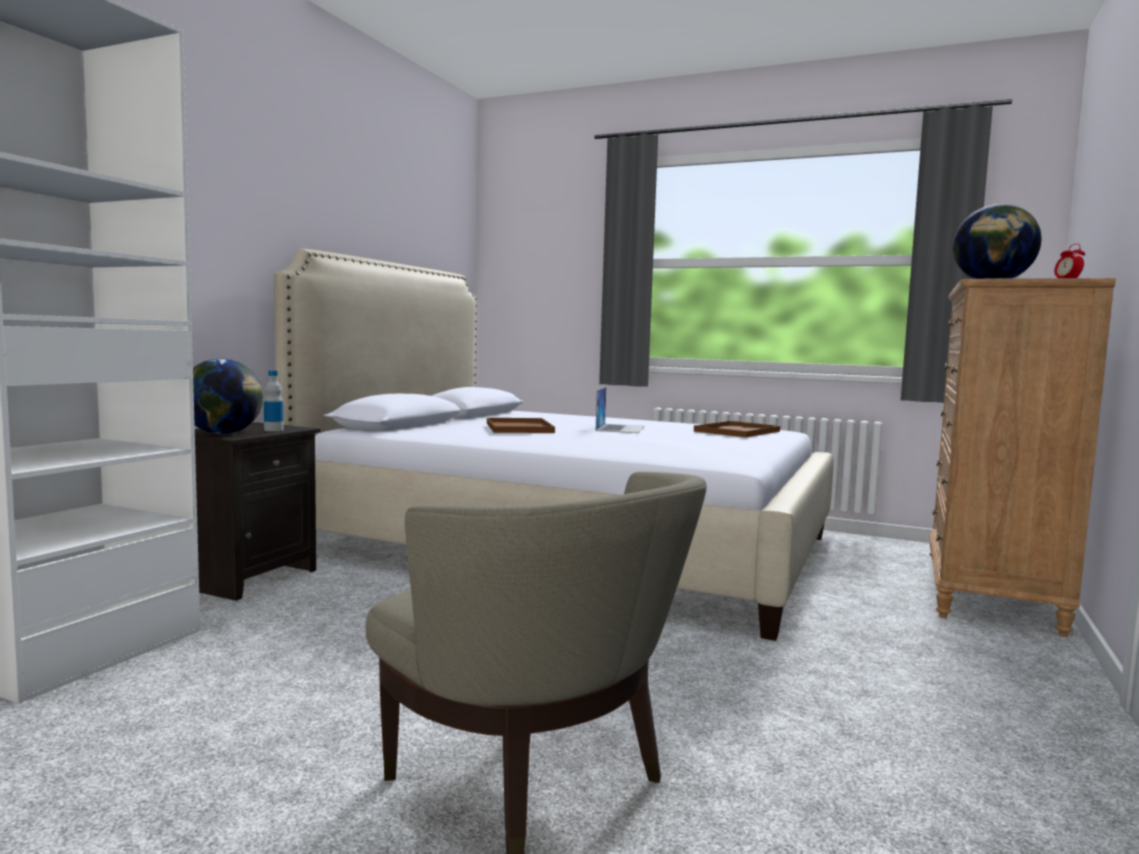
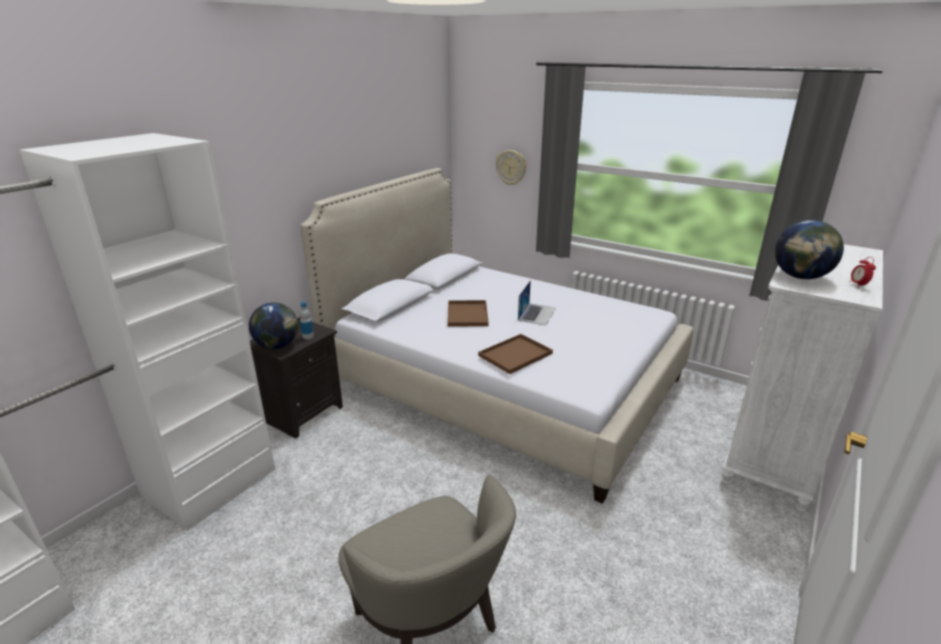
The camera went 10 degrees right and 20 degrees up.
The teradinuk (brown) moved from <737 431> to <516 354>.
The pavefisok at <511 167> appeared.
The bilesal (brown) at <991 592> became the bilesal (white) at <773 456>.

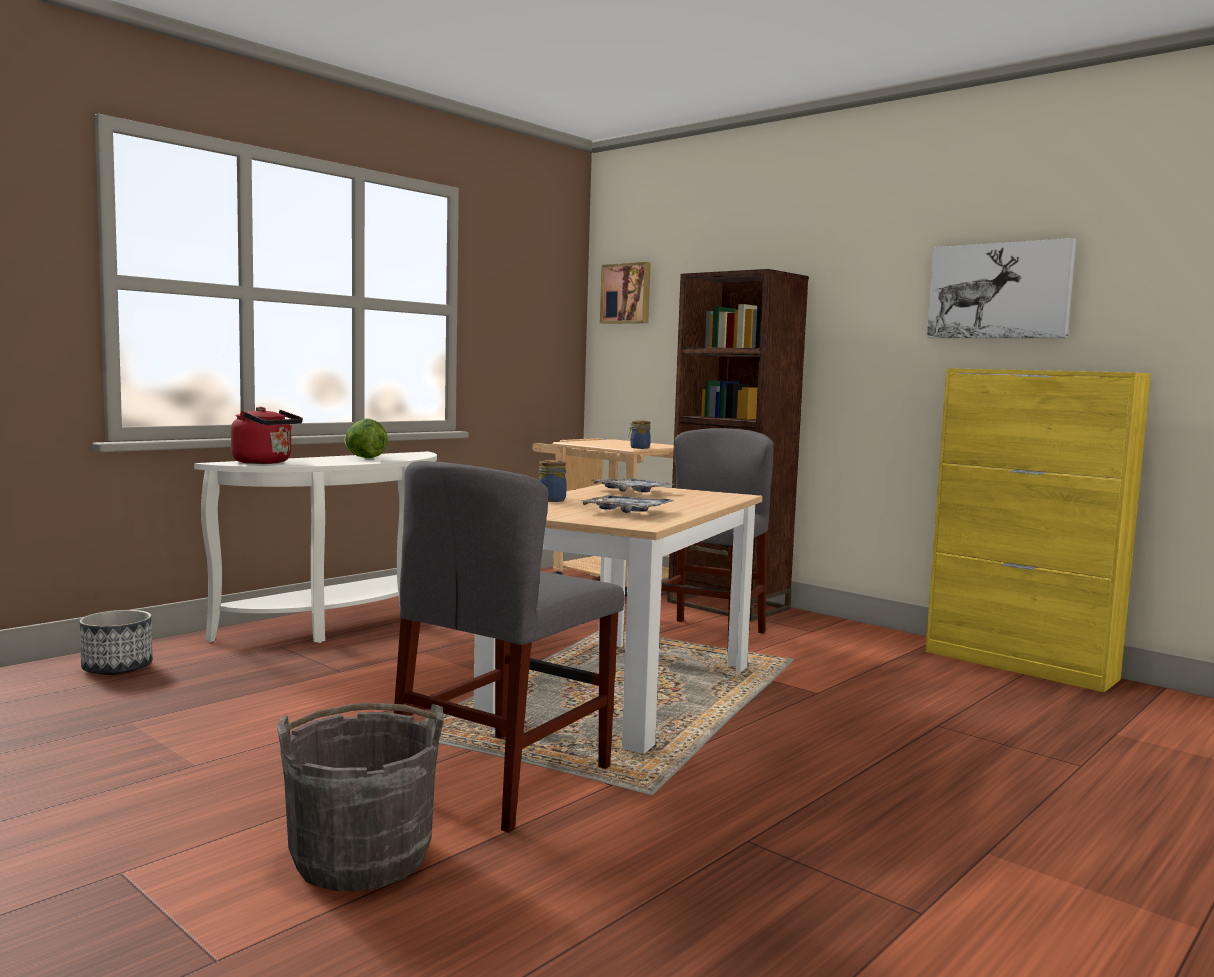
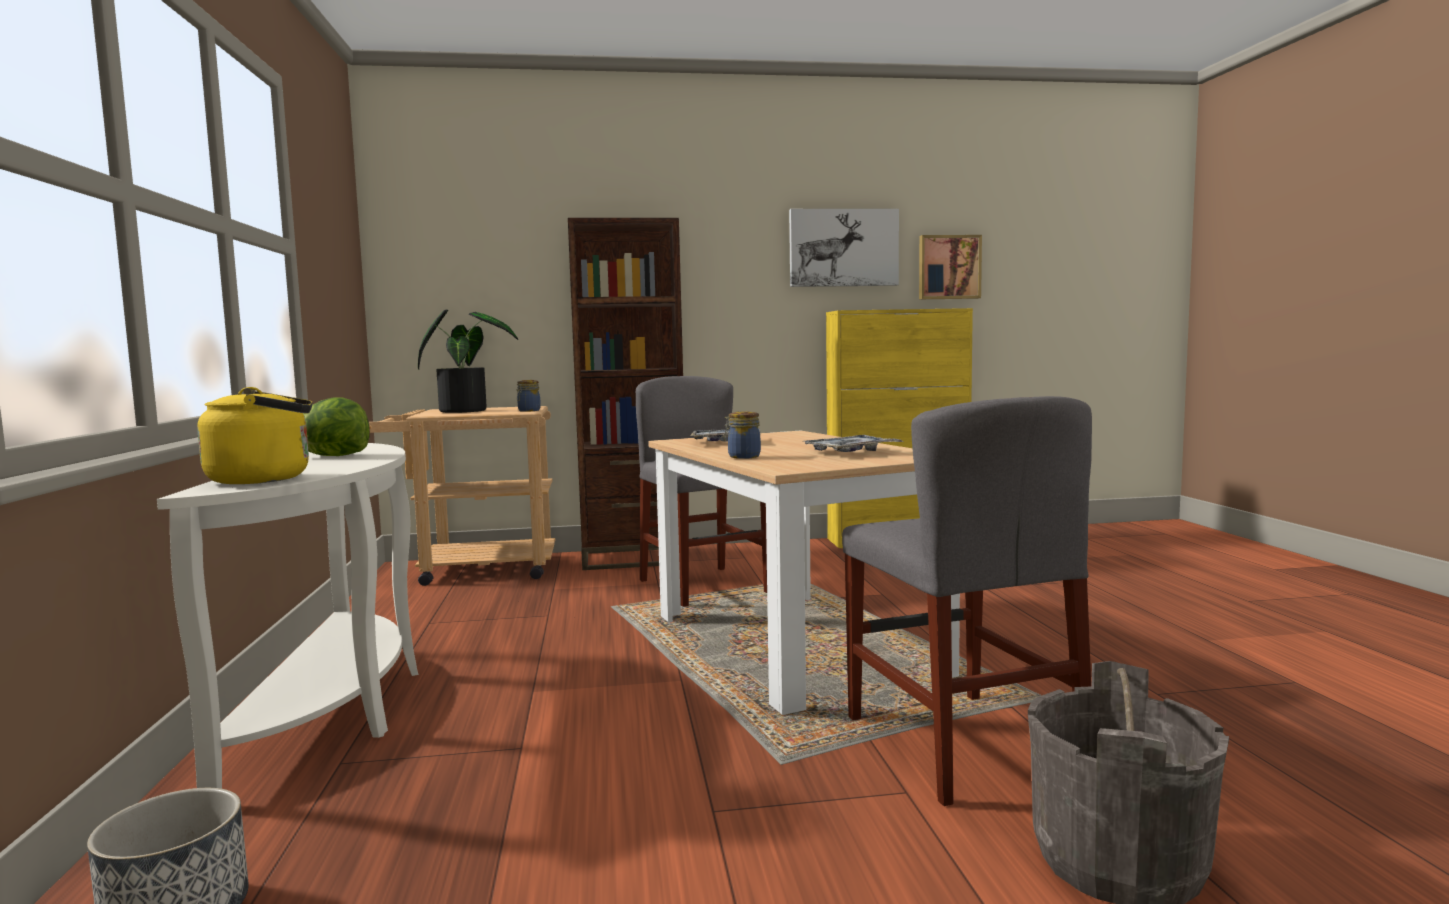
The camera went 50 degrees left and 0 degrees up.
The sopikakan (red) at <265 462> became the sopikakan (yellow) at <266 479>.
The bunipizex at <467 410> appeared.
The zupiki moved from <627 293> to <948 267>.

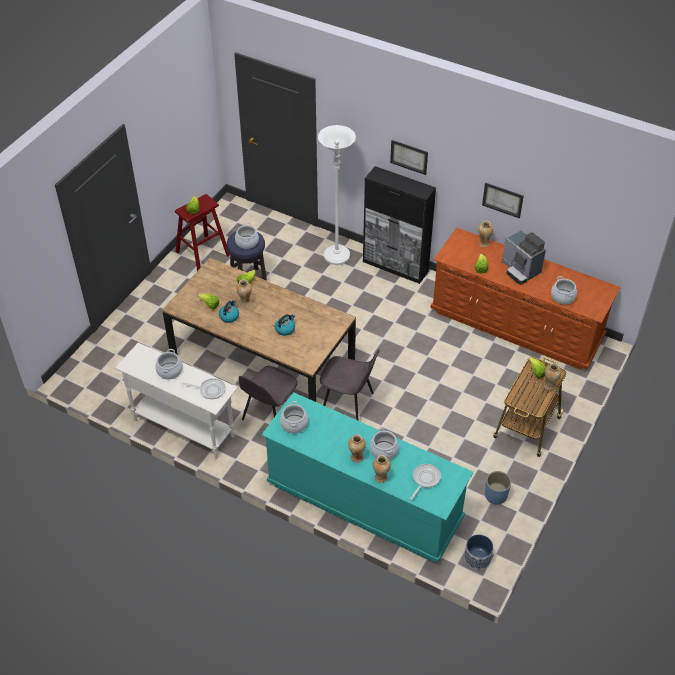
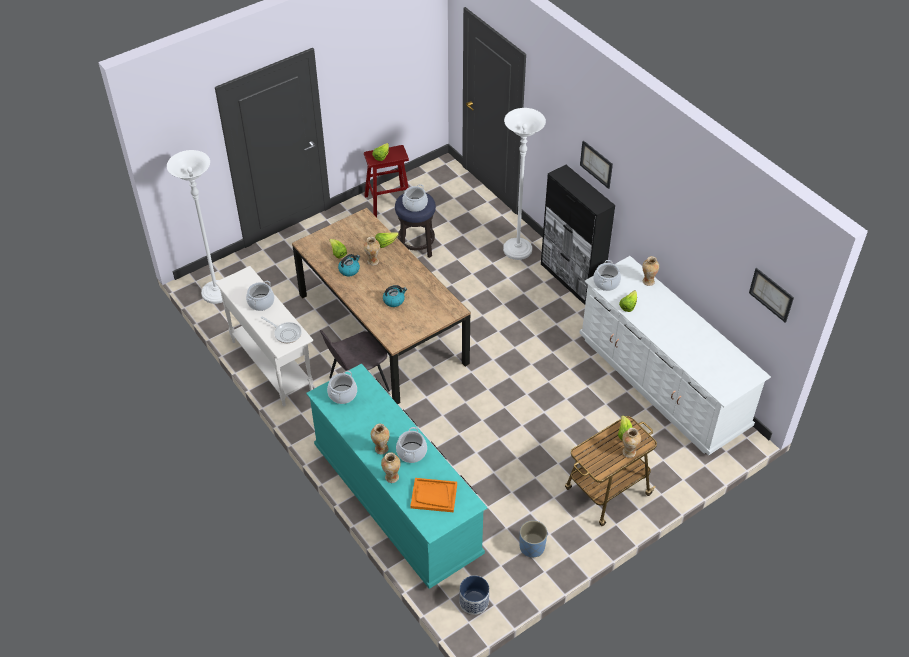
The camera went 25 degrees right and 0 degrees up.
The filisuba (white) at <217 293> appeared.
The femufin at <425 479> was replaced by the teradinuk (orange) at <433 496>.
The bilesal (brown) at <516 325> became the bilesal (white) at <662 382>.
The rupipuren moved from <562 297> to <606 283>.
The zupiki moved from <502 200> to <771 294>.
The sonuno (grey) at <349 404> disappeared.
The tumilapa at <520 270> disappeared.

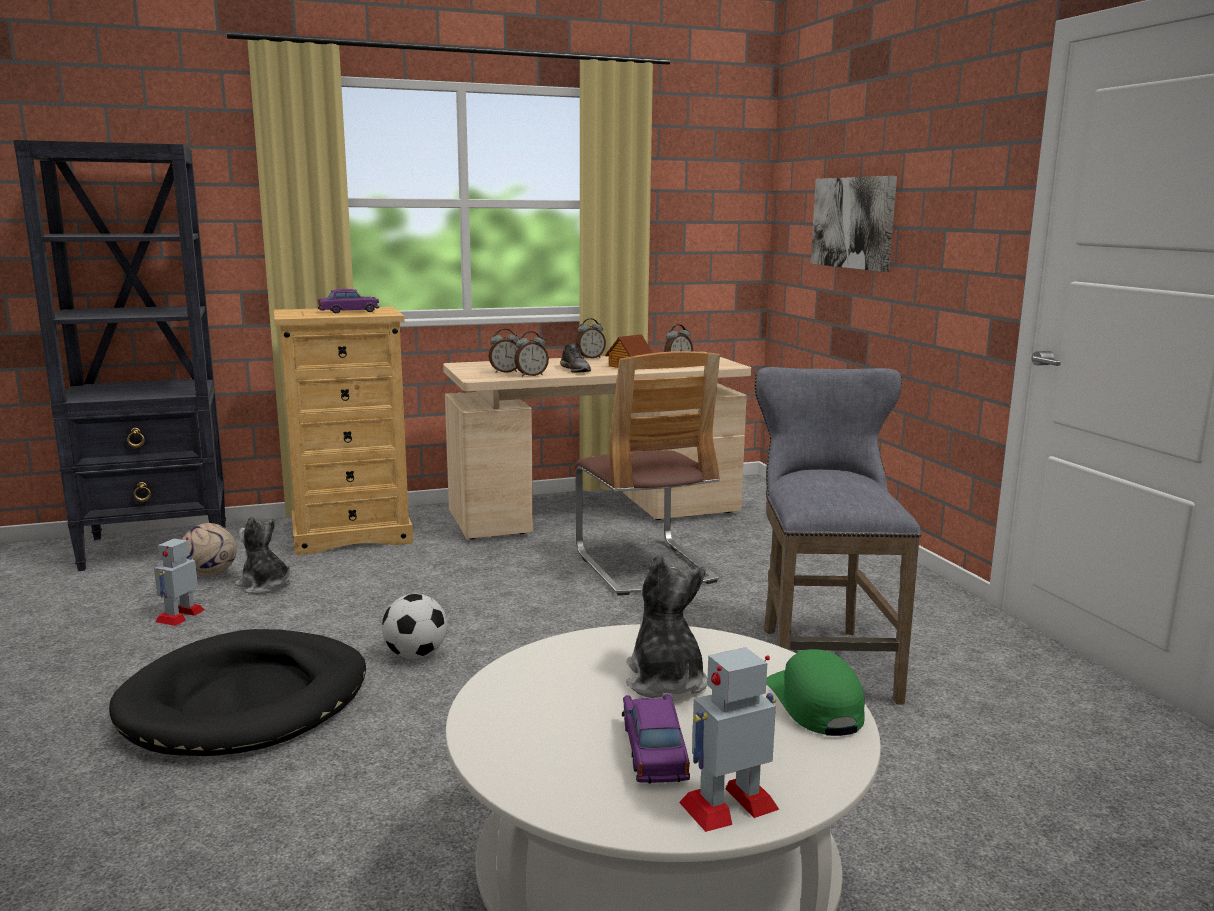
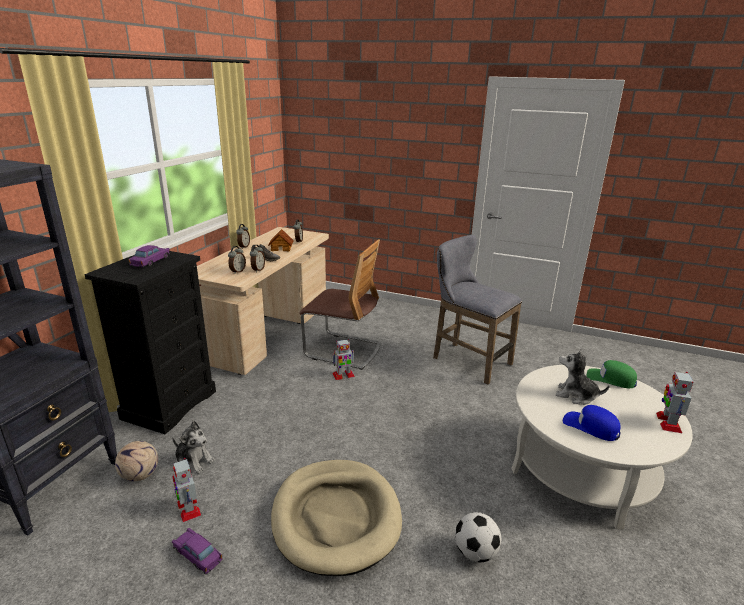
The camera went 50 degrees left and 10 degrees up.
The bilesal (beige) at <352 535> became the bilesal (black) at <169 404>.
The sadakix at <265 586> turned 135 degrees counterclockwise.
The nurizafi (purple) moved from <654 751> to <197 555>.
The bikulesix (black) at <246 701> became the bikulesix (beige) at <336 517>.
The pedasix at <343 375> appeared.
The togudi moved from <415 655> to <475 552>.
The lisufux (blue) at <590 427> appeared.
The zupiki at <853 223> disappeared.

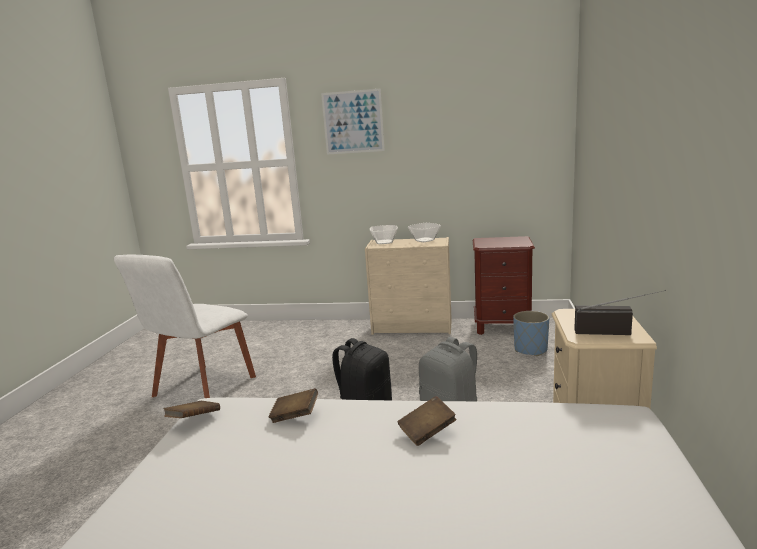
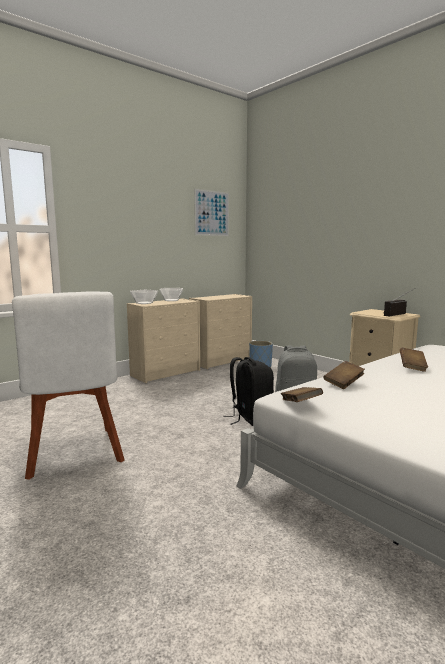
The camera went 50 degrees left and 5 degrees down.
The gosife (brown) at <503 326> was replaced by the bilesal (beige) at <221 361>.
The zupiki moved from <353 122> to <212 213>.

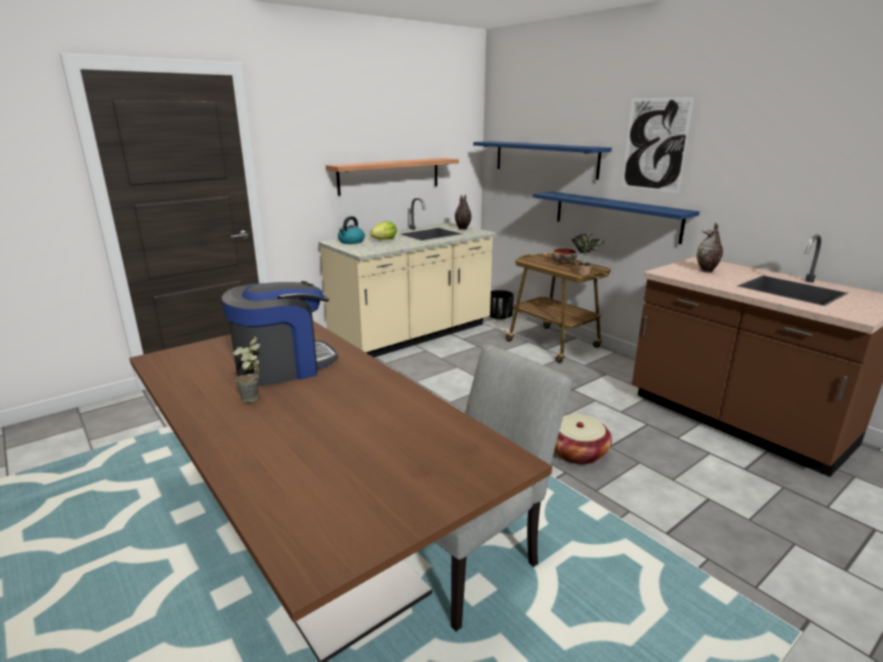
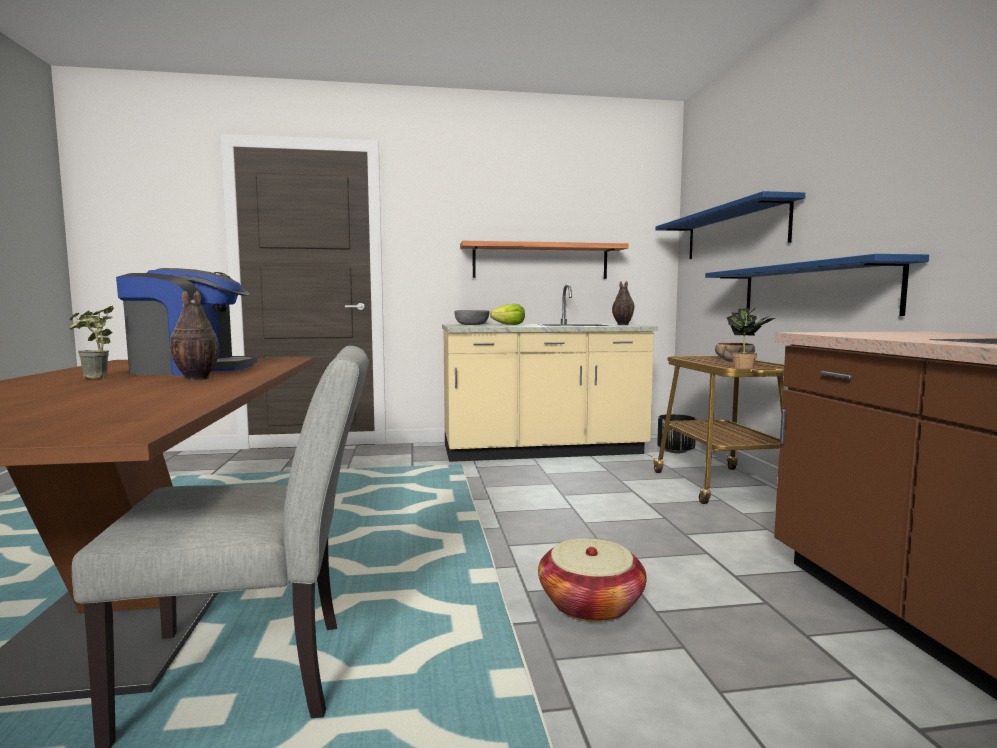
The camera went 30 degrees right and 15 degrees down.
The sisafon moved from <707 271> to <195 379>.
The sopikakan at <351 242> was replaced by the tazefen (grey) at <472 324>.
The zupiki at <655 144> disappeared.

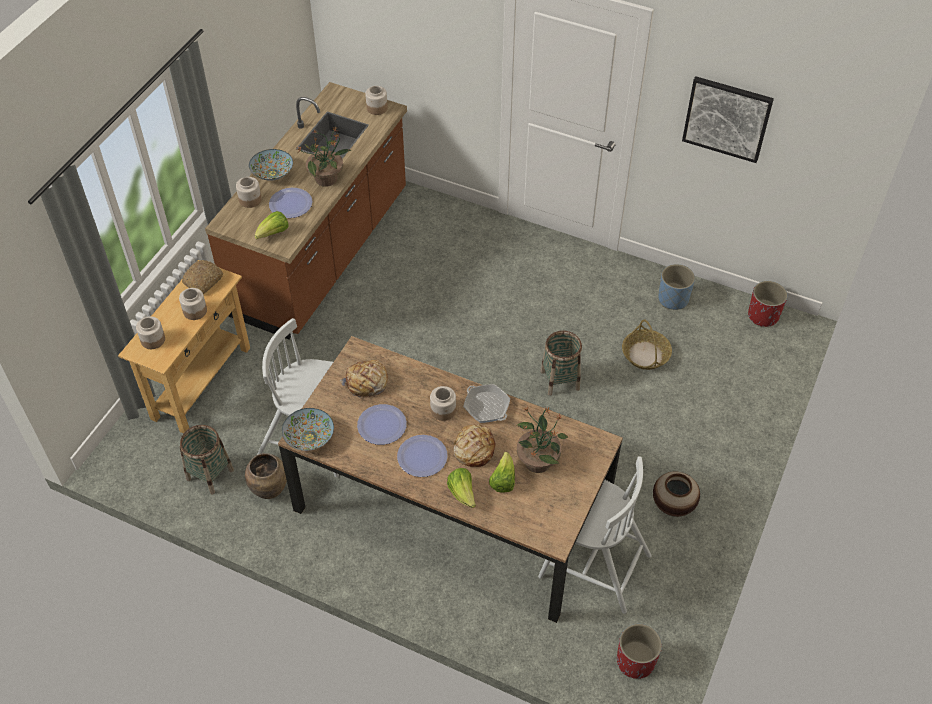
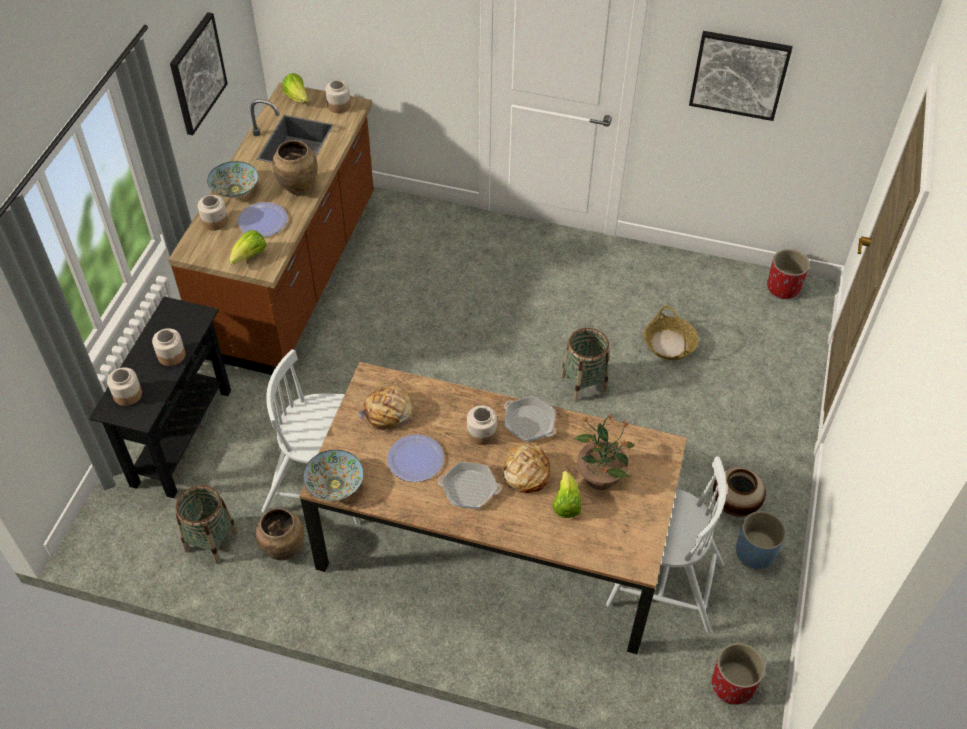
The camera went 10 degrees left and 0 degrees up.
The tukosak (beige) at <201 383> became the tukosak (black) at <182 437>.
The zupiki at <197 73> appeared.
The bunipizex at <327 178> was replaced by the sisafon (brown) at <298 188>.
The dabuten moved from <462 493> to <297 98>.
The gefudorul at <422 456> was replaced by the femufin at <469 489>.
The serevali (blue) moved from <673 299> to <755 552>.
The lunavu at <203 281> disappeared.

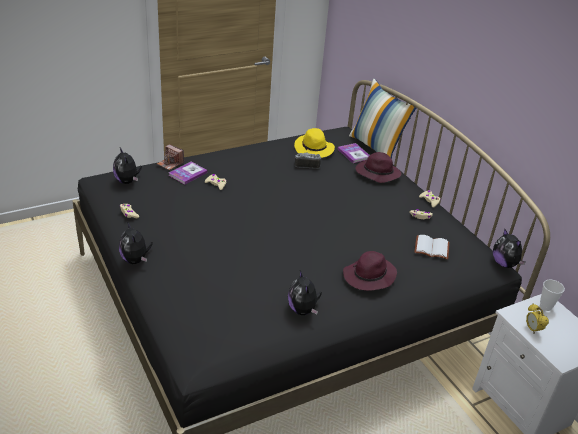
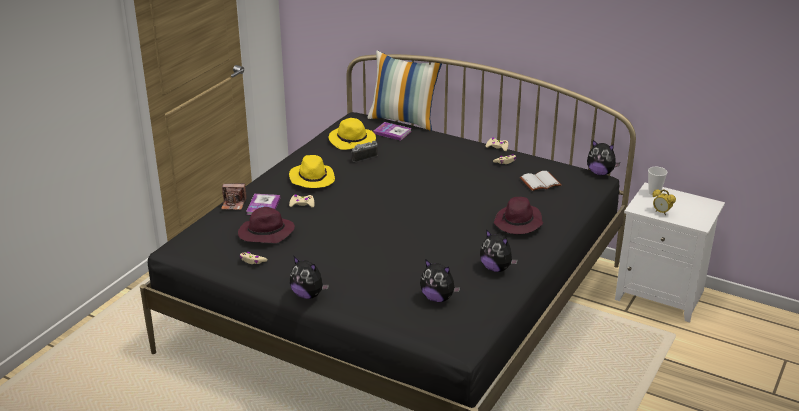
The camera went 30 degrees left and 5 degrees down.
The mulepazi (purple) moved from <376 173> to <265 234>.
The mulepazi (yellow) at <312 179> appeared.
The sadakix moved from <127 181> to <438 298>.

